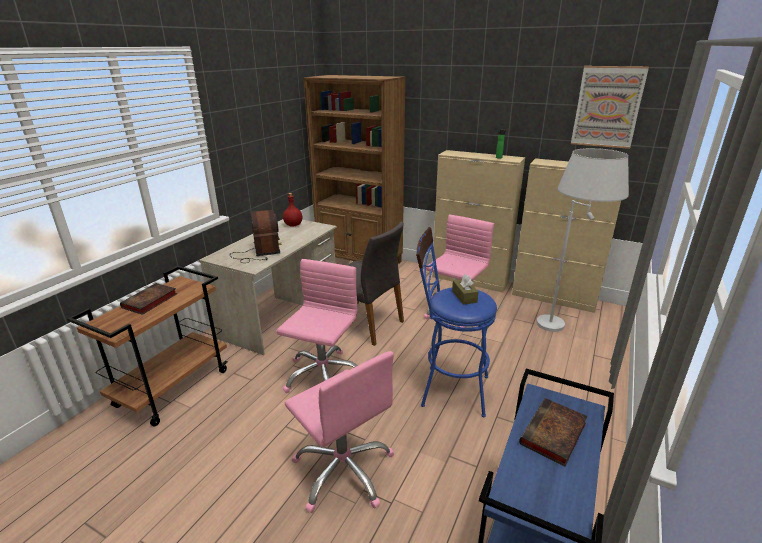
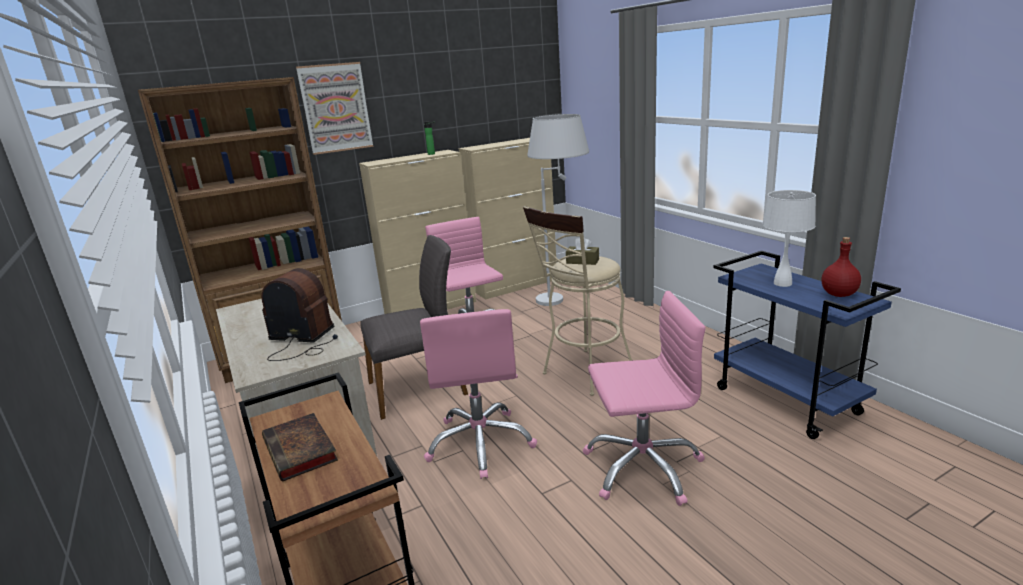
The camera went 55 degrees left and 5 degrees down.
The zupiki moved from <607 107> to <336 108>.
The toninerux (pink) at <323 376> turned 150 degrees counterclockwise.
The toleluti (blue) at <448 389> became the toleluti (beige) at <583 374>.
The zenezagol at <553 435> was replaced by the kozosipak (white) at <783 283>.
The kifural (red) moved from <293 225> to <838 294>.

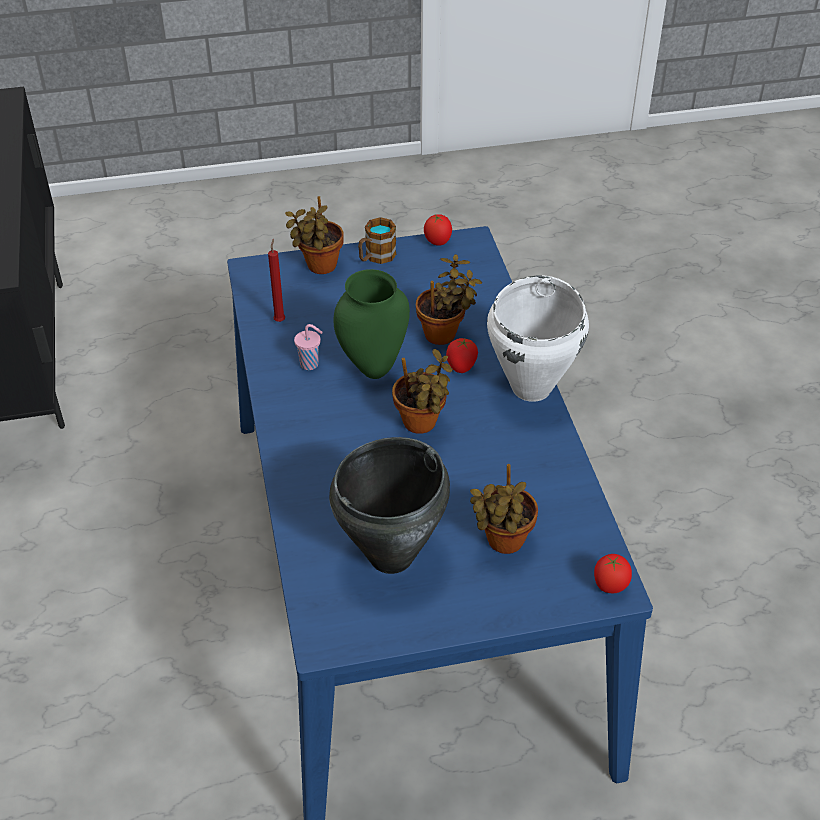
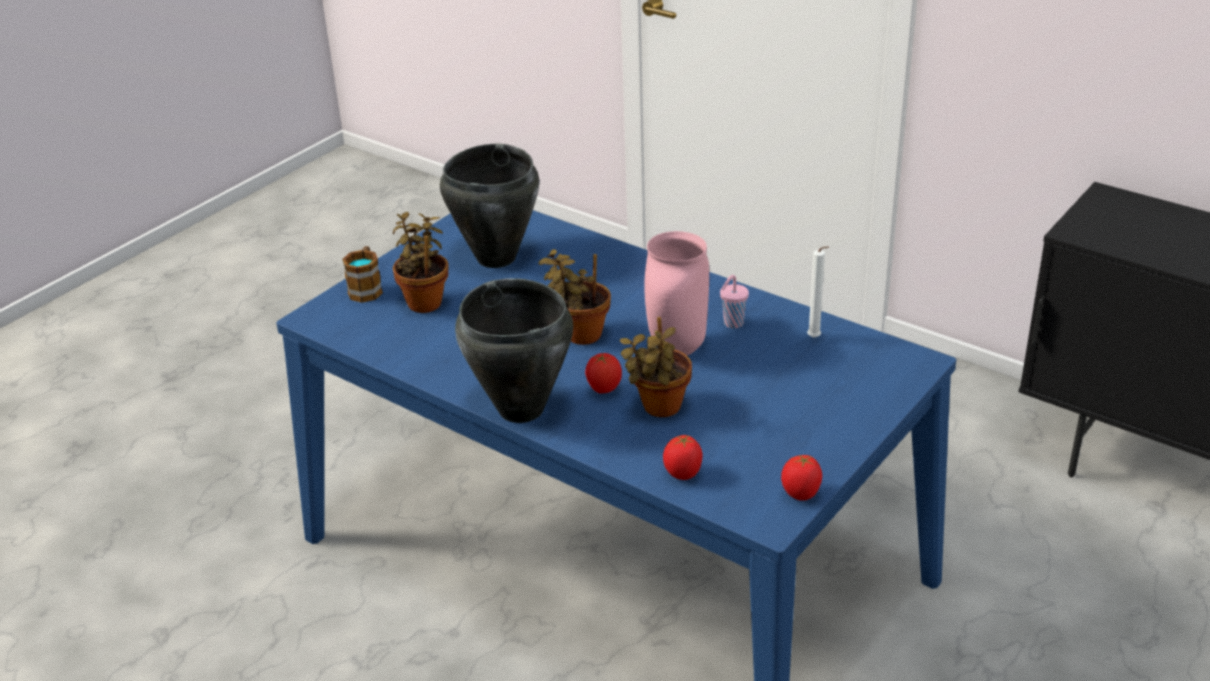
The camera went 140 degrees right and 10 degrees down.
The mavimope moved from <376 257> to <366 288>.
The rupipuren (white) at <532 388> became the rupipuren (black) at <520 410>.
The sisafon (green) at <373 368> became the sisafon (pink) at <679 349>.
The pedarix moved from <609 586> to <683 475>.
The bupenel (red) at <280 320> became the bupenel (white) at <815 339>.
The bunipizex at <319 267> disappeared.

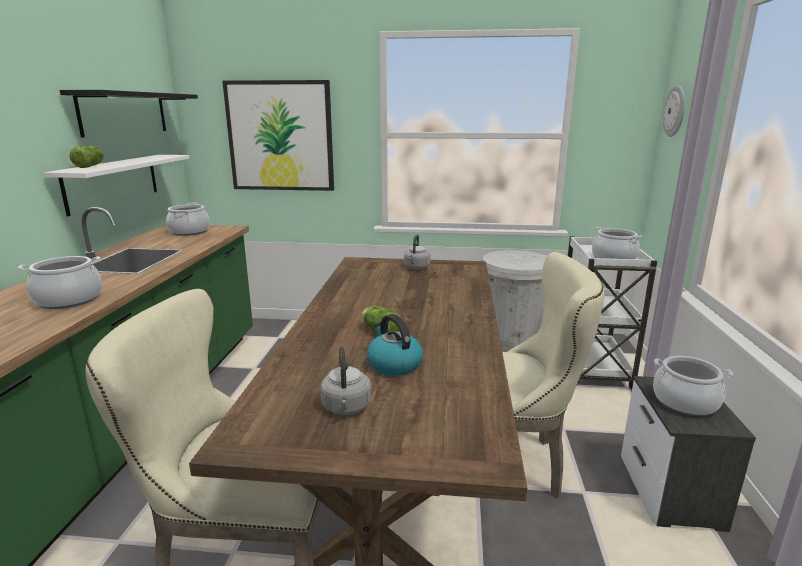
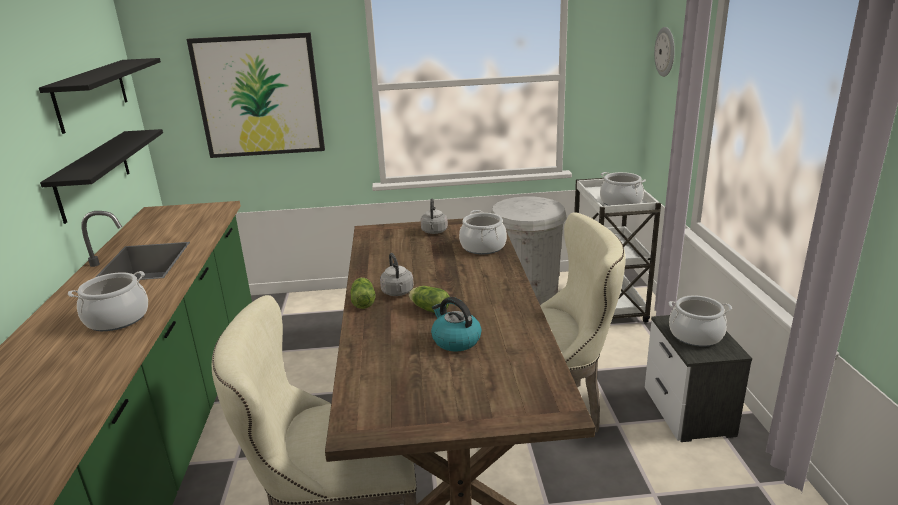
The camera went 10 degrees left and 5 degrees up.
The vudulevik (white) at <113 182> became the vudulevik (black) at <93 174>.
The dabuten moved from <91 166> to <363 301>.
The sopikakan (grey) moved from <346 408> to <398 292>.
The rupipuren moved from <189 232> to <482 247>.

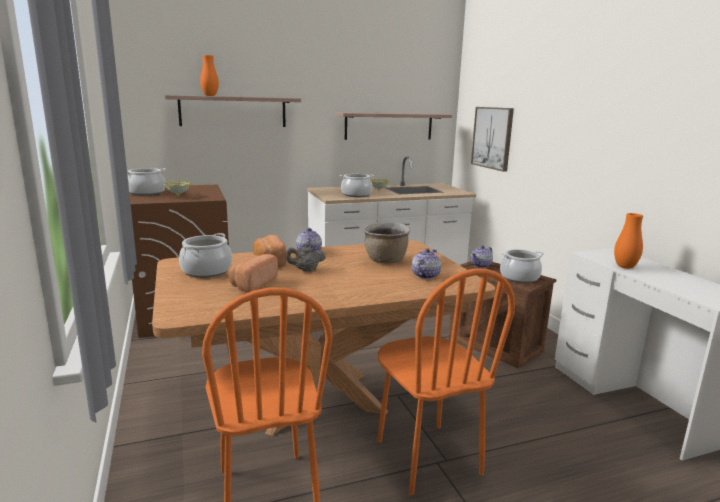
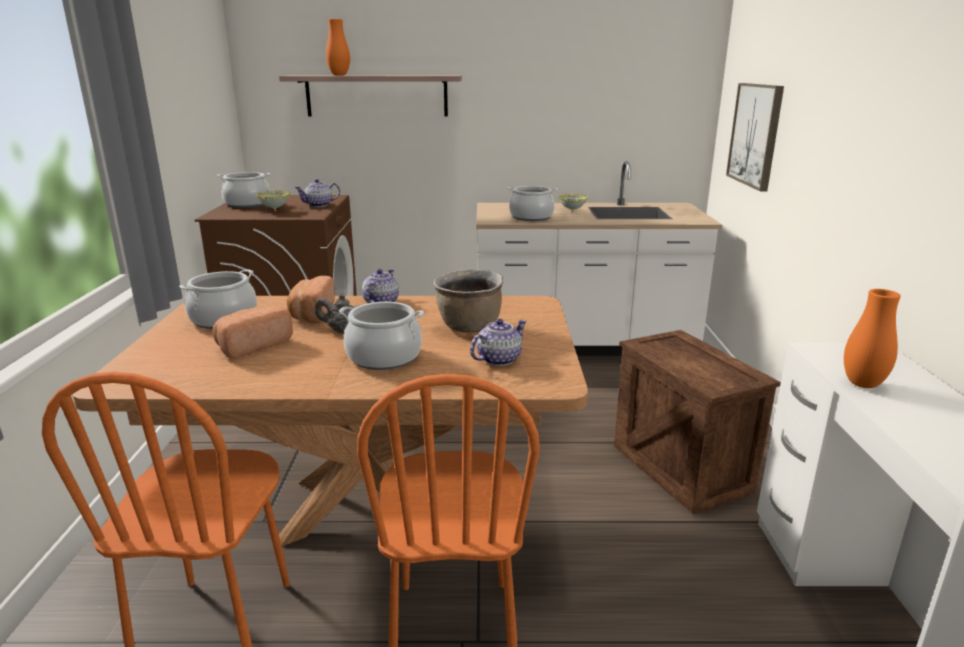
The camera went 20 degrees right and 5 degrees up.
The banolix moved from <481 265> to <319 205>.
The rupipuren moved from <519 277> to <384 357>.
The vudulevik at <389 126> disappeared.

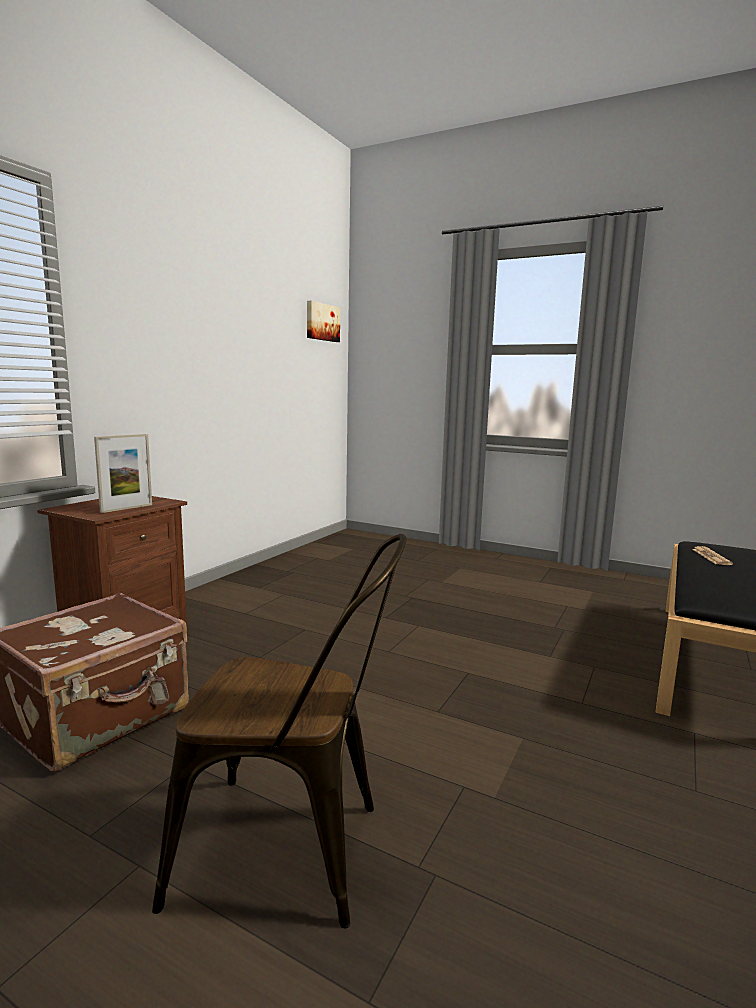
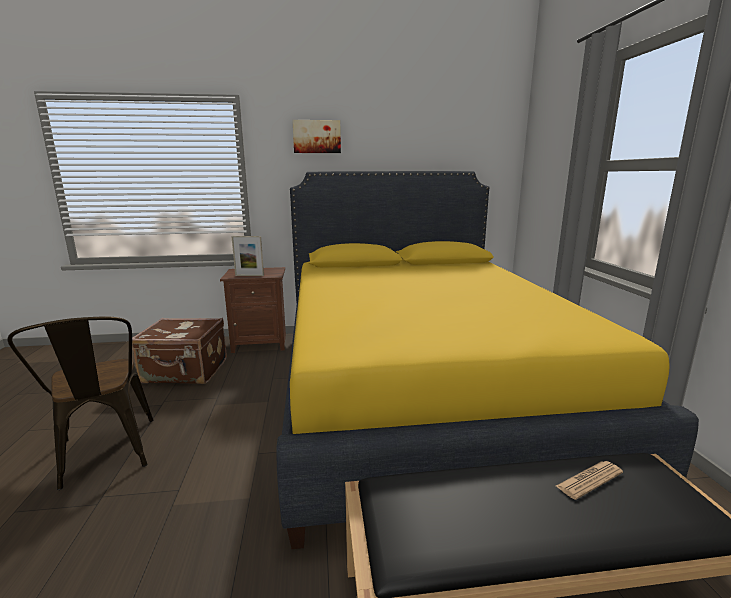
The camera went 55 degrees right and 5 degrees up.
The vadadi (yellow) at <420 391> appeared.
The zupiki moved from <322 322> to <317 137>.

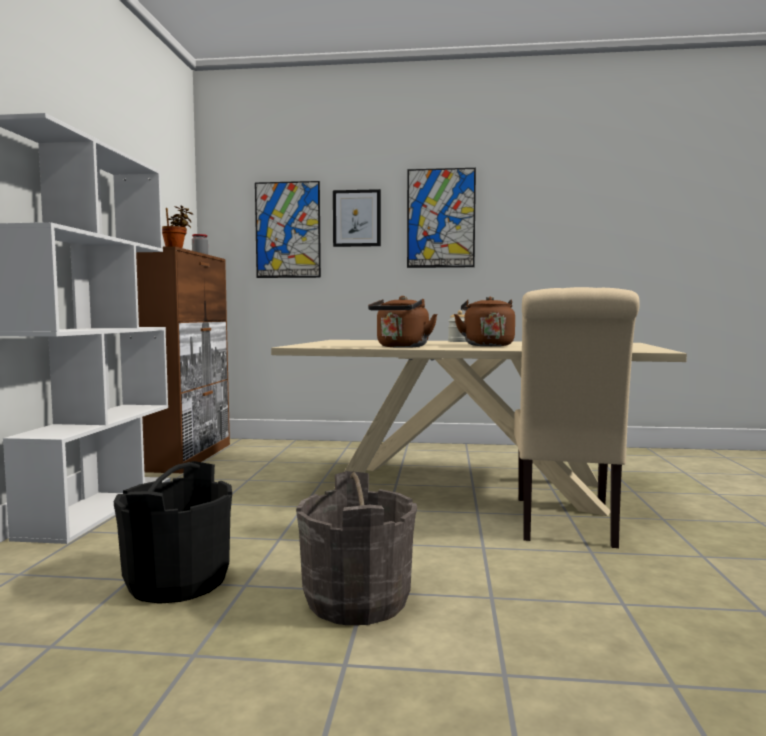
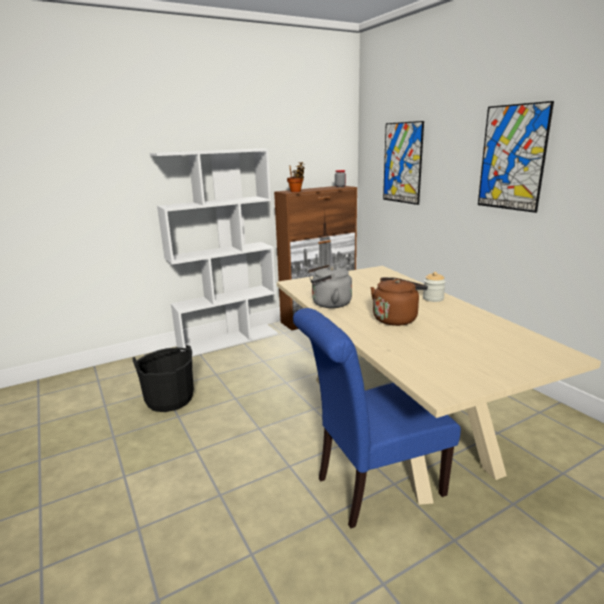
The camera went 55 degrees right and 15 degrees up.
The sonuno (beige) at <565 524> became the sonuno (blue) at <372 487>.
The sopikakan (brown) at <401 347> became the sopikakan (grey) at <329 304>.
The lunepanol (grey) at <356 600> disappeared.
The zupiki at <356 218> disappeared.

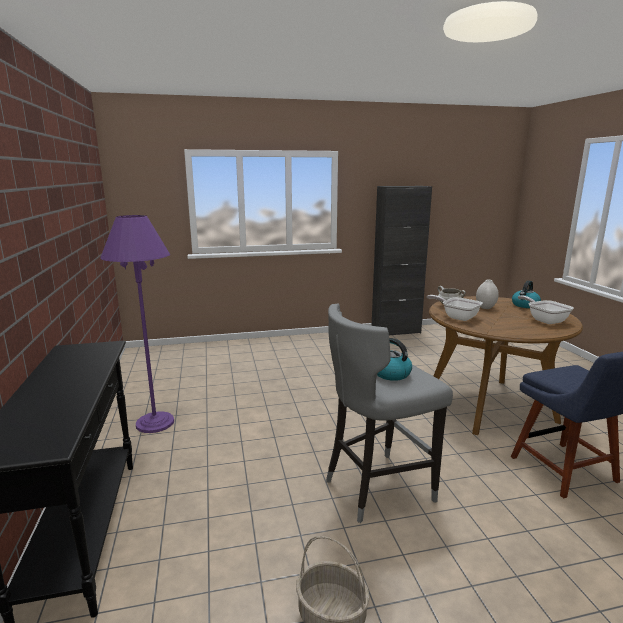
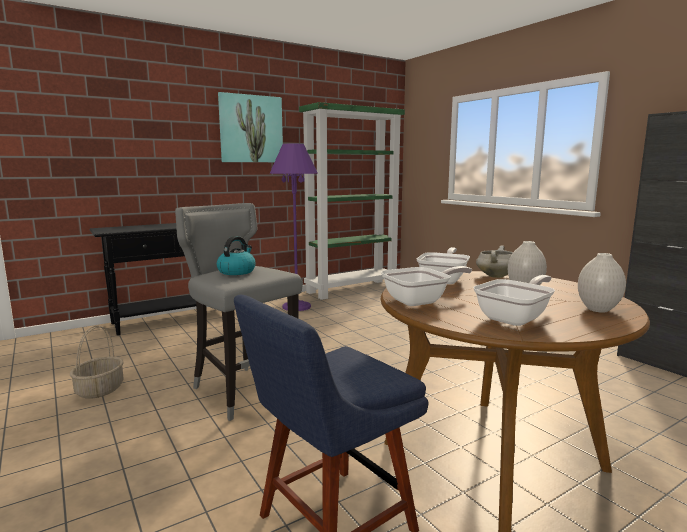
The camera went 70 degrees right and 5 degrees down.
The zupiki at <251 129> appeared.
The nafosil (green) at <352 289> appeared.
The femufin at <421 301> appeared.
The sopikakan at <525 305> was replaced by the sisafon (white) at <598 310>.

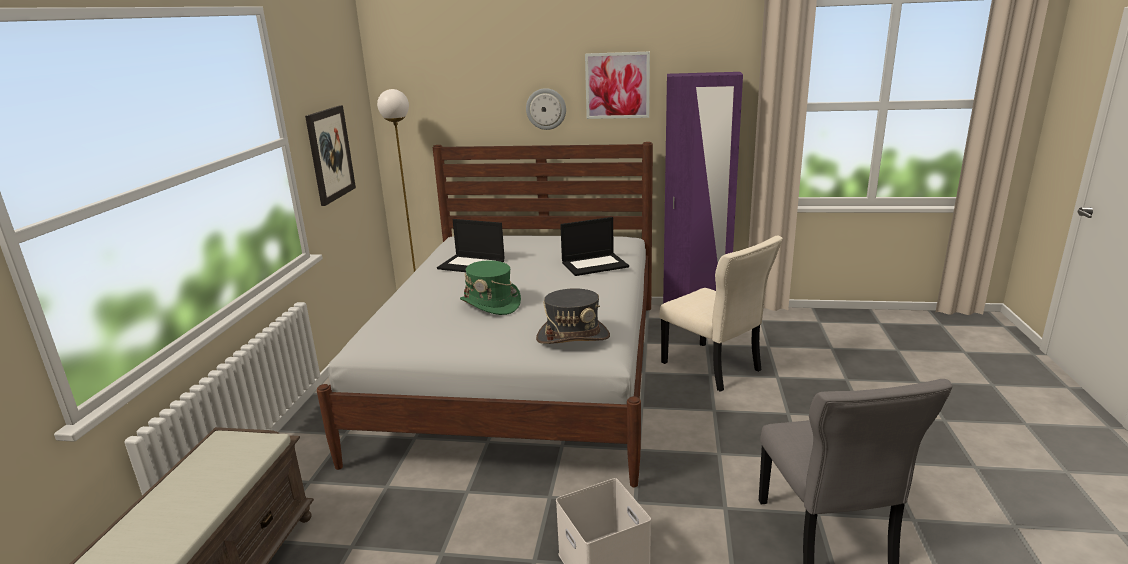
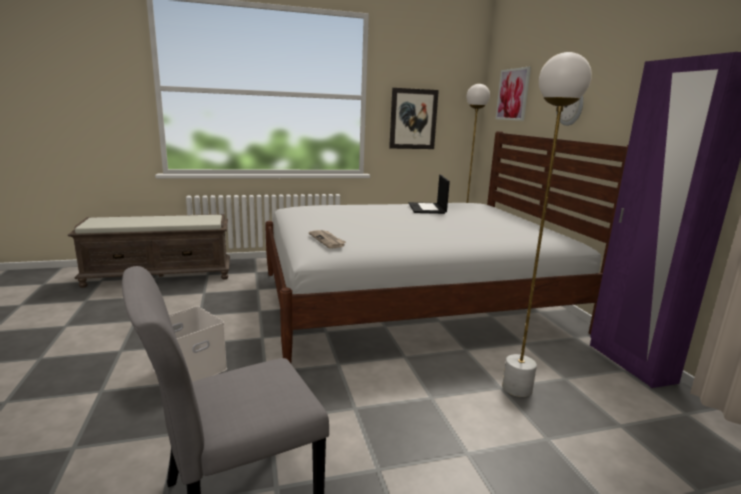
The camera went 65 degrees right and 5 degrees down.
The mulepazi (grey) at <573 336> was replaced by the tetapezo at <327 240>.
The zupiki moved from <617 85> to <513 94>.
The sonuno (beige) at <713 368> was replaced by the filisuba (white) at <516 388>.
The mulepazi (green) at <491 304> disappeared.
The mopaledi at <595 264> disappeared.

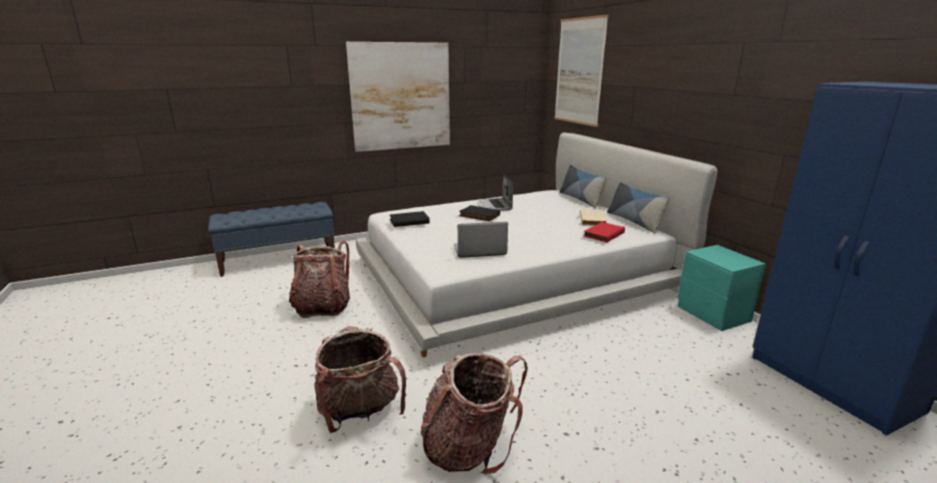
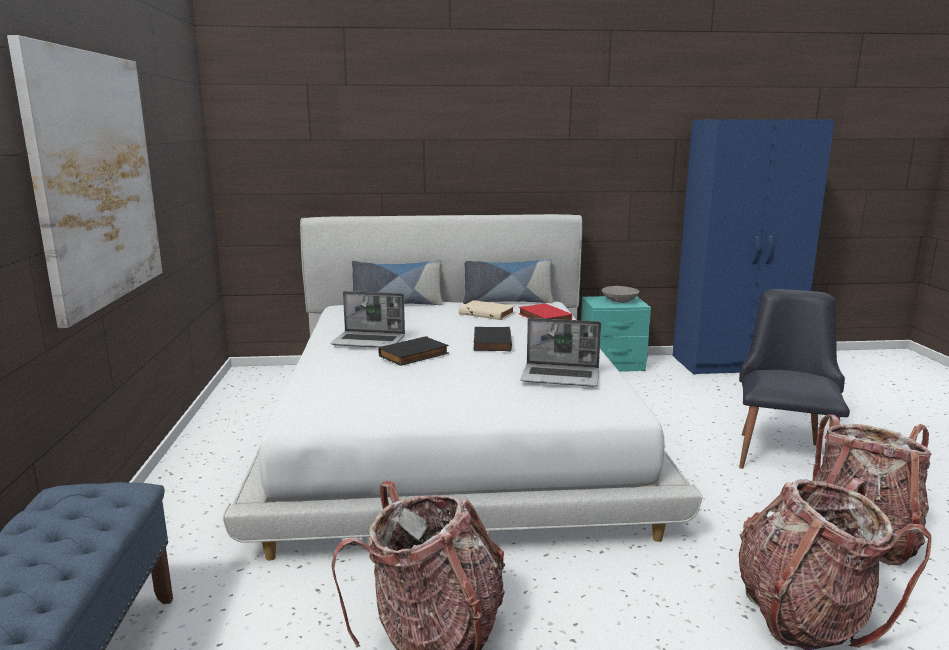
The camera went 70 degrees left and 5 degrees down.
The zenezagol (black) moved from <409 221> to <490 342>.
The mopaledi at <479 251> turned 90 degrees counterclockwise.
The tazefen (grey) at <619 300> appeared.
The sonuno (black) at <782 451> appeared.
The zupiki at <579 71> disappeared.

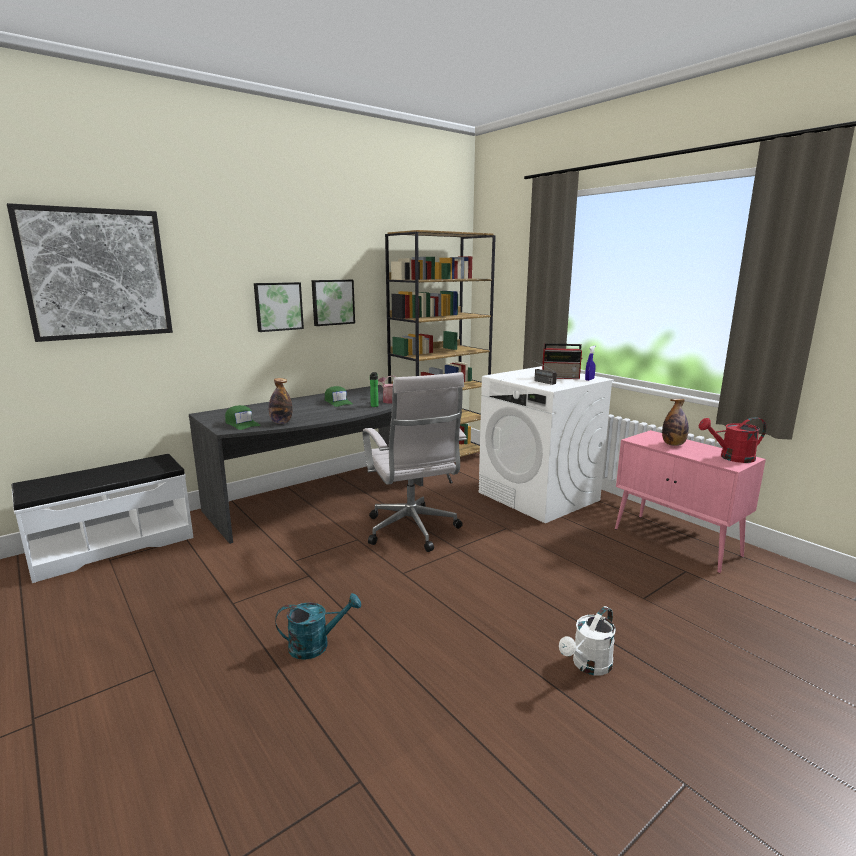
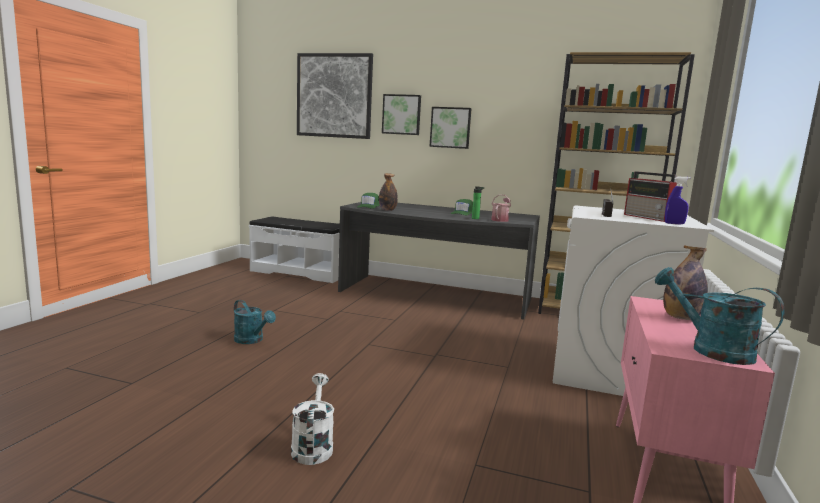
The camera went 55 degrees right and 5 degrees down.
The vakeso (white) at <588 666> turned 75 degrees clockwise.
The zupiki moved from <332 302> to <401 114>.
The vakeso (red) at <731 458> became the vakeso (turquoise) at <710 349>.
The toninerux (white) at <413 531> disappeared.

